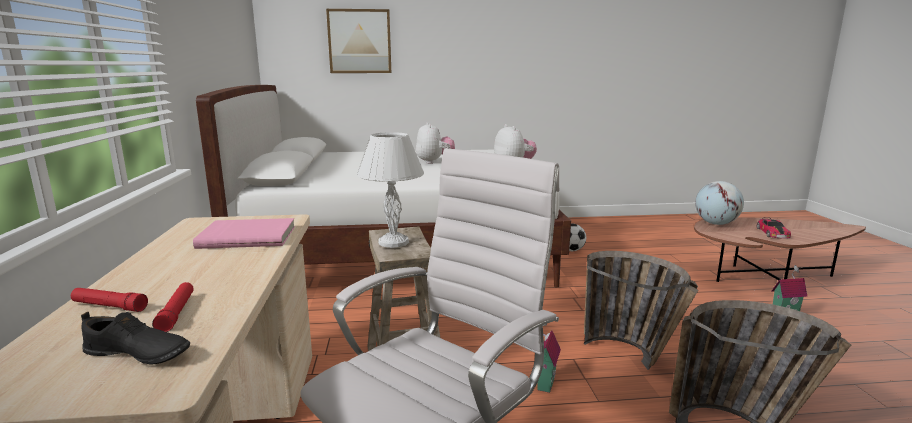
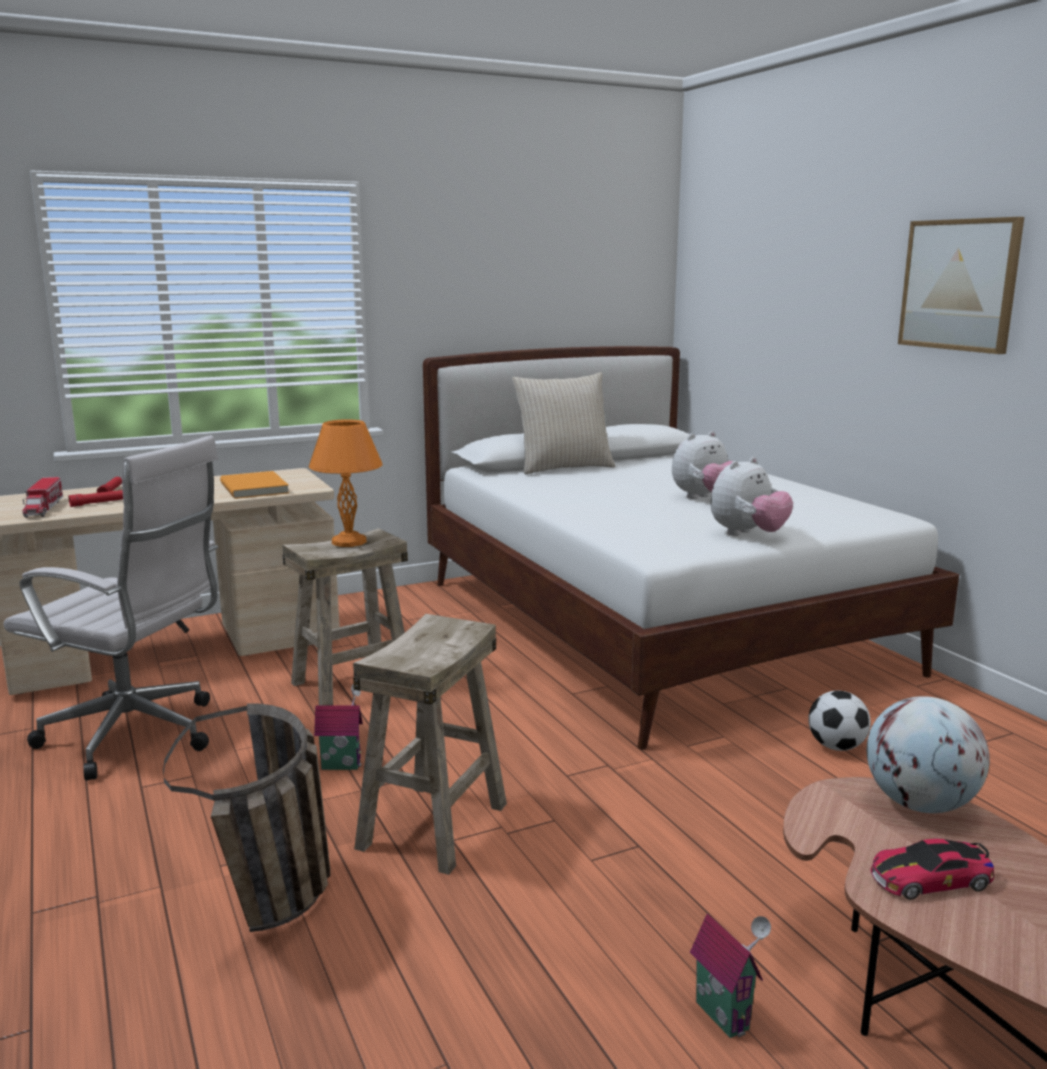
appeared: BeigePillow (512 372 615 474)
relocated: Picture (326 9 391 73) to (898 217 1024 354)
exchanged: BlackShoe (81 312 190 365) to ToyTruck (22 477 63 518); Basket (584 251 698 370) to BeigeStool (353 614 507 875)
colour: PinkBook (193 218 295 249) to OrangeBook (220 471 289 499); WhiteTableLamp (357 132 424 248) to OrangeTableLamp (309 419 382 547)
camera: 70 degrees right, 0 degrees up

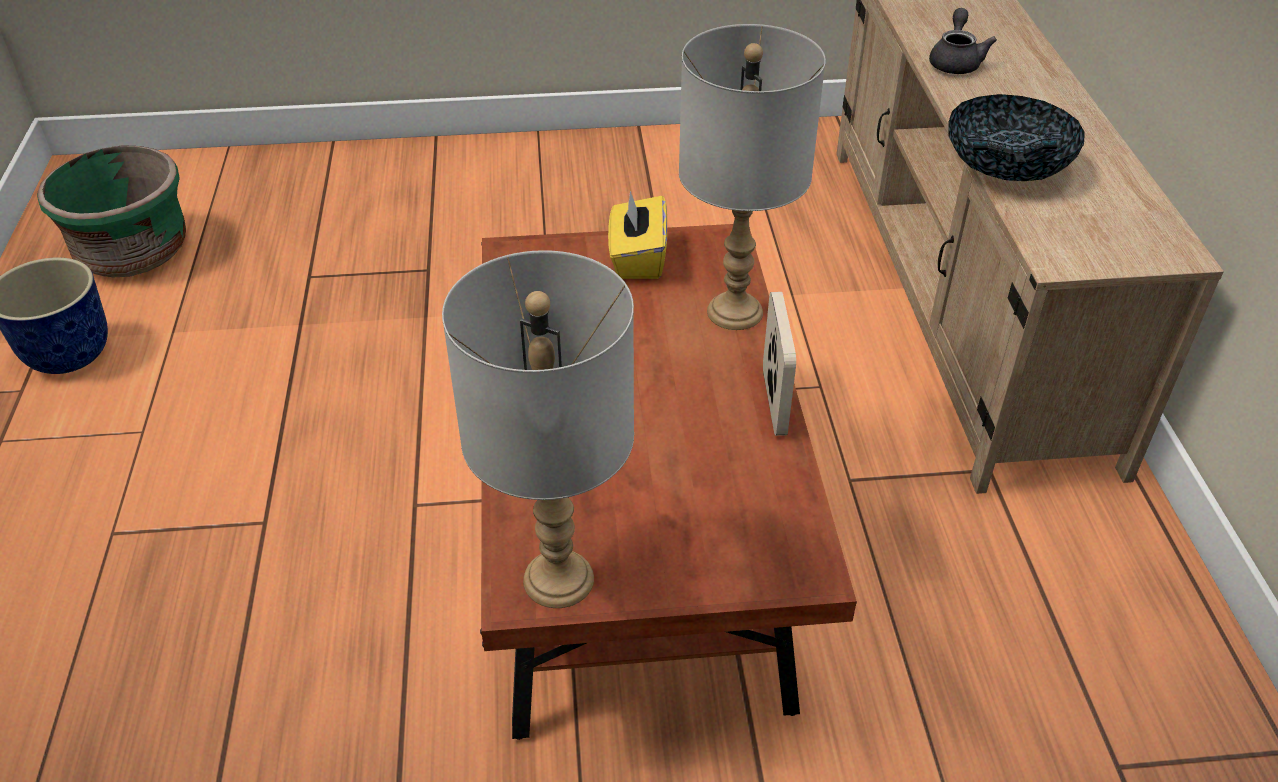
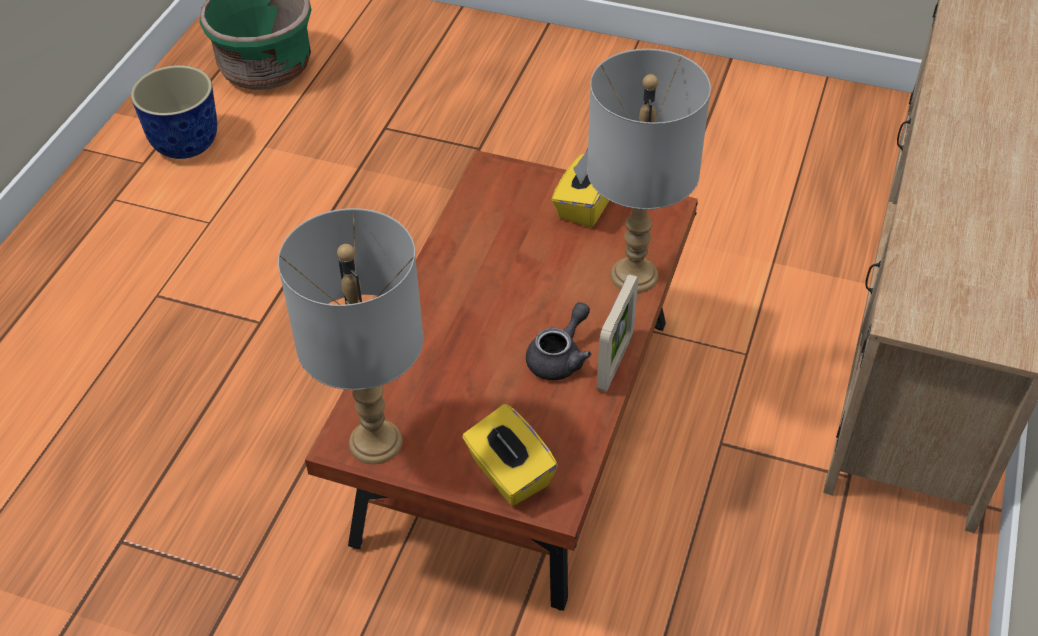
missing: Bowl (948 94 1085 181)
appeared: YellowTissueBox (462 404 558 506)
relocated: GreyTeapot (929 8 997 74) to (526 302 592 380)
camera: 25 degrees right, 5 degrees up

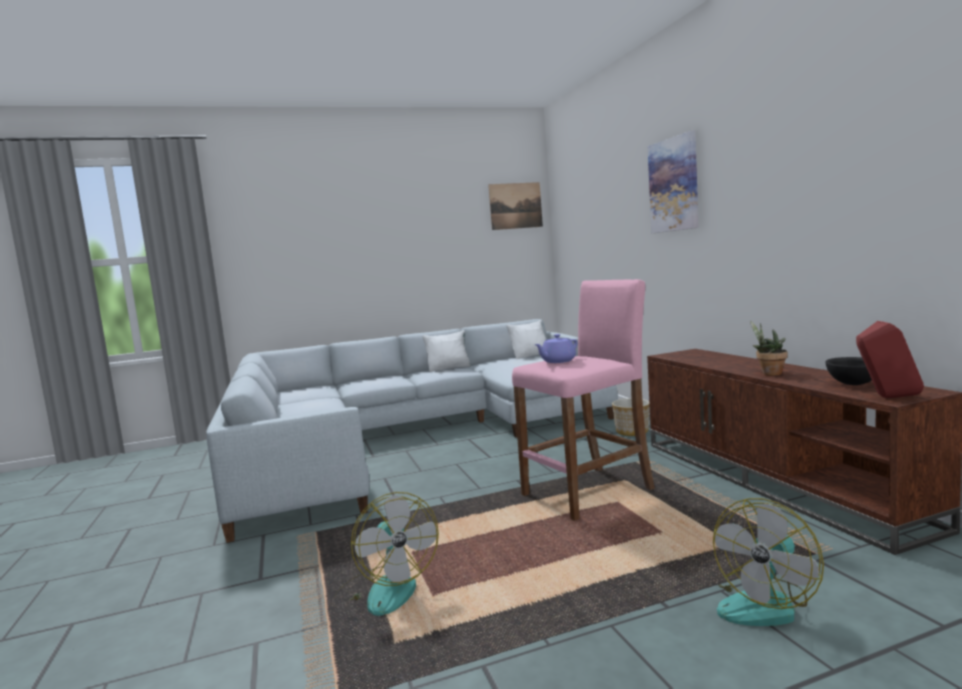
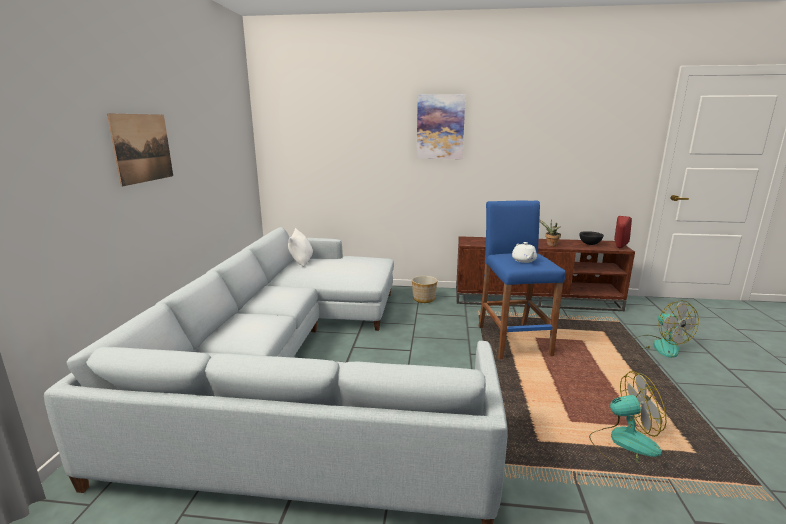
missing: WhitePillow (422 330 471 372)
relocated: Picture (488 182 543 230) to (107 113 173 187)
colour: PinkStool (512 279 655 521) to BlueStool (479 201 565 359); PurpleTeapot (534 334 578 363) to WhiteTeapot (512 242 537 263)
camera: 65 degrees left, 10 degrees up

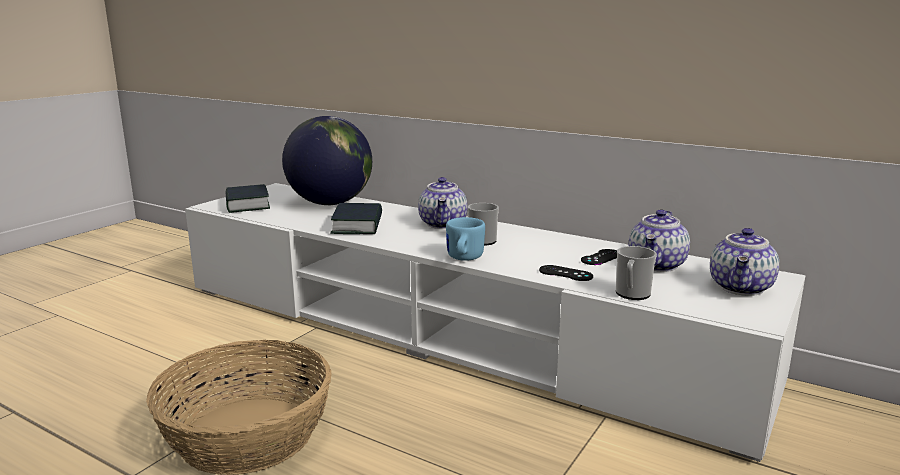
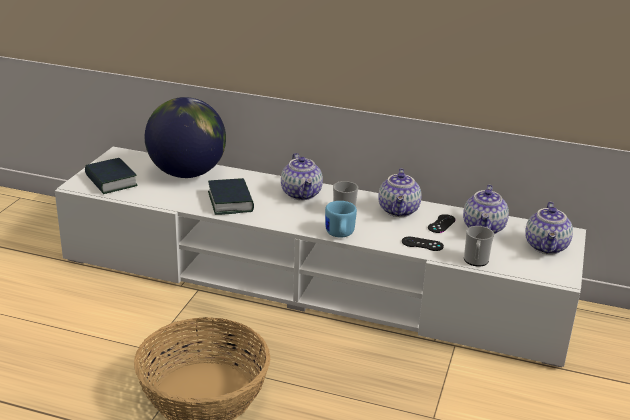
appeared: Teapot (378 168 422 217)
camera: 15 degrees left, 10 degrees up

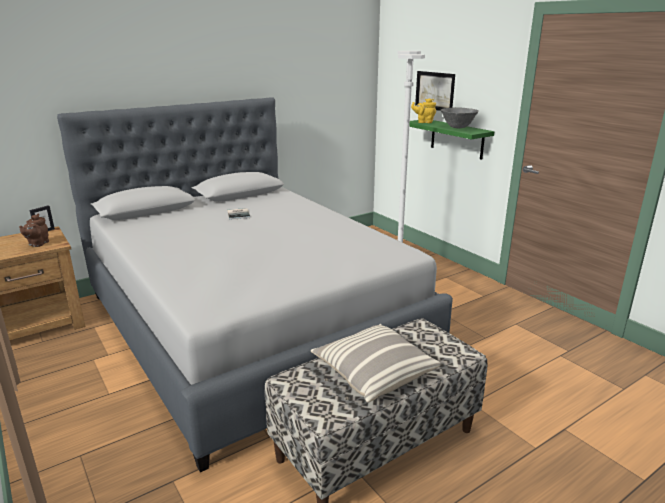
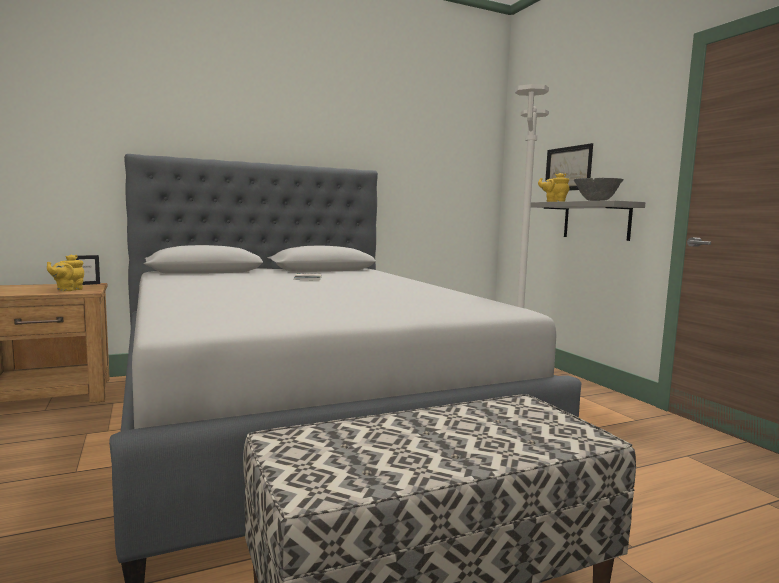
missing: Pillow (311 324 441 402)
colour: BrownTeapot (19 214 49 247) to YellowTeapot (47 255 84 291); GreenShelf (409 120 494 160) to GreyShelf (531 200 646 241)
camera: 10 degrees right, 15 degrees down

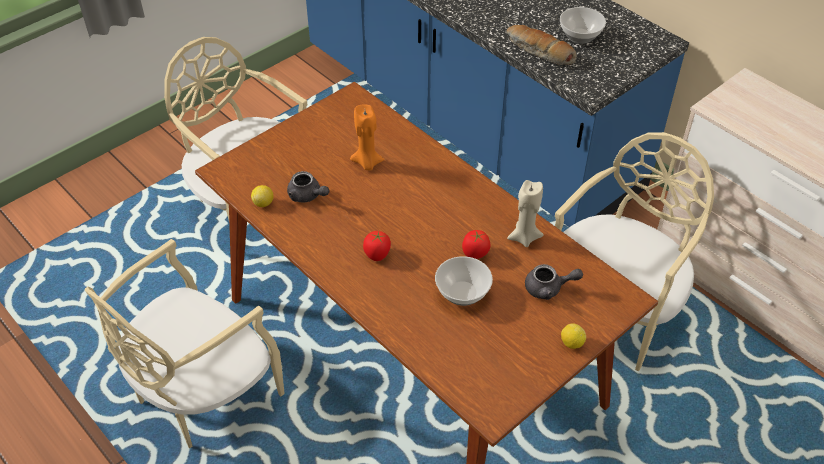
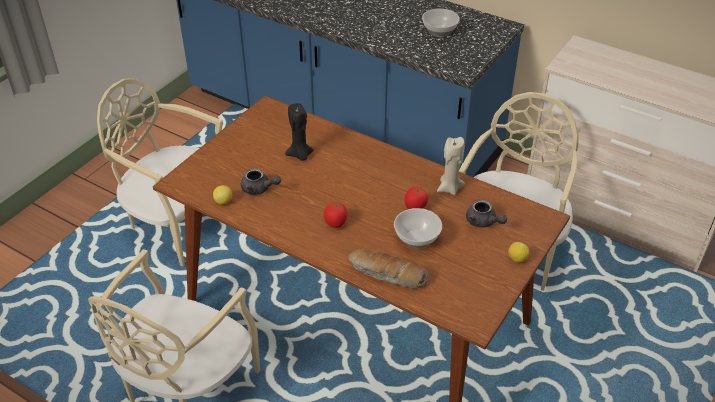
relocated: Bread (507 25 577 65) to (348 249 429 288)
colour: OrangeCandle (350 104 384 170) to BlackCandle (285 103 314 161)
spun: GreyTeapot (525 264 583 300) = (466 200 507 228) 60 degrees clockwise
camera: 15 degrees left, 5 degrees down

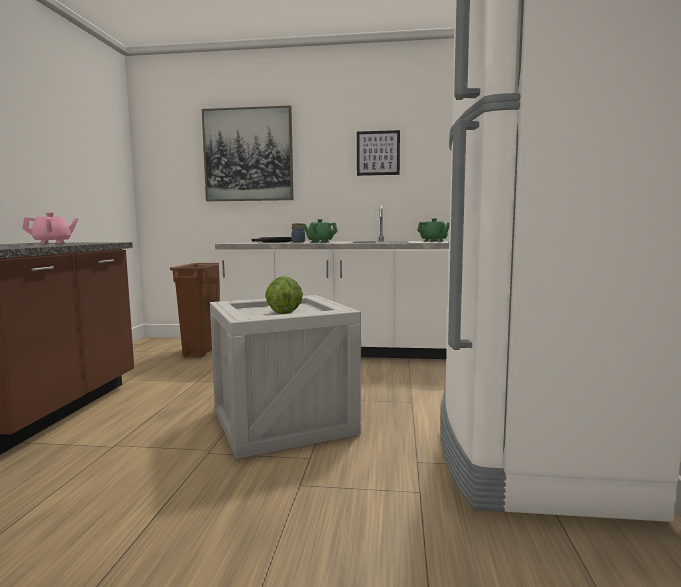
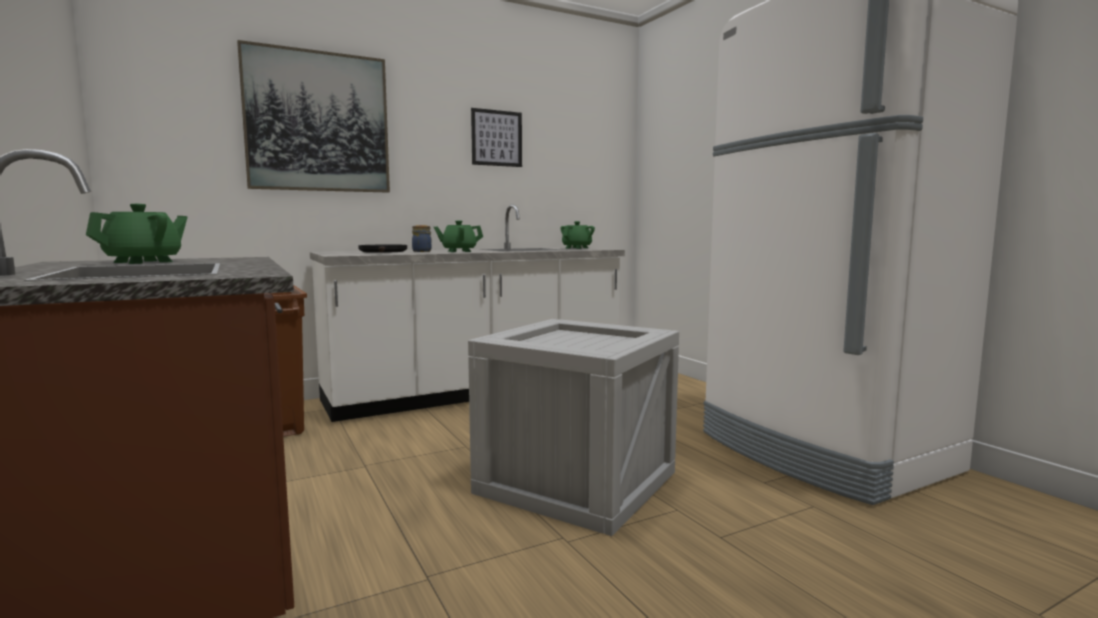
missing: Lettuce (265 276 303 314)
colour: PinkTeapot (22 212 79 244) to GreenTeapot (86 204 188 264)
camera: 35 degrees left, 0 degrees up

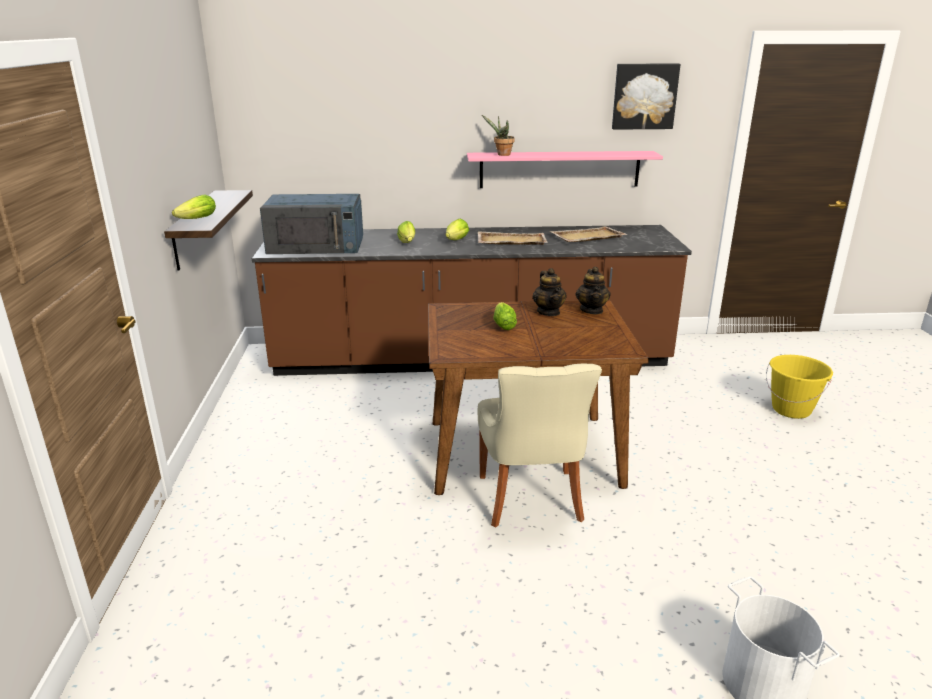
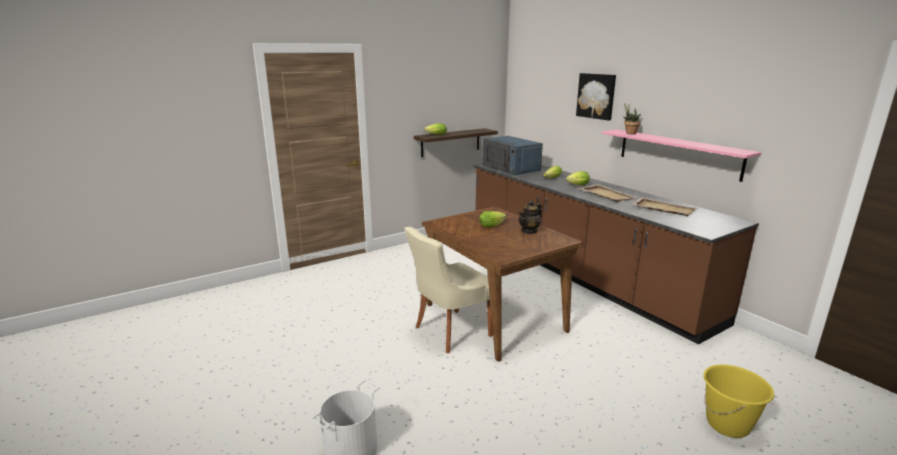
missing: Teapot (575 267 610 314)
relocated: Picture (612 64 680 130) to (576 73 616 120)
camera: 60 degrees right, 5 degrees down

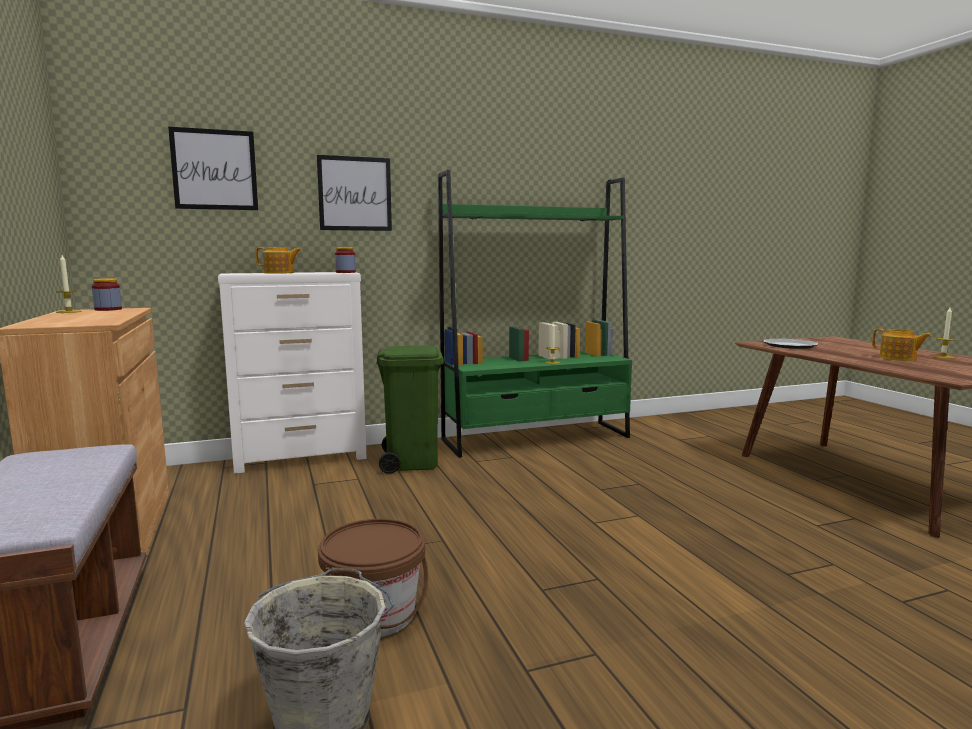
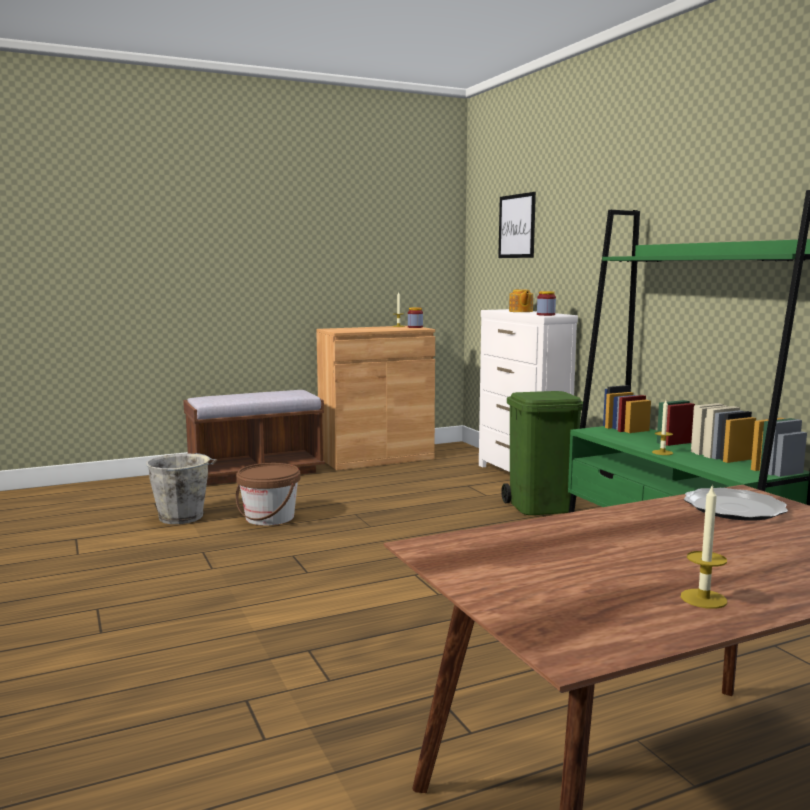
missing: Picture (317 155 392 231); Teapot (872 328 932 361)
camera: 85 degrees right, 0 degrees up

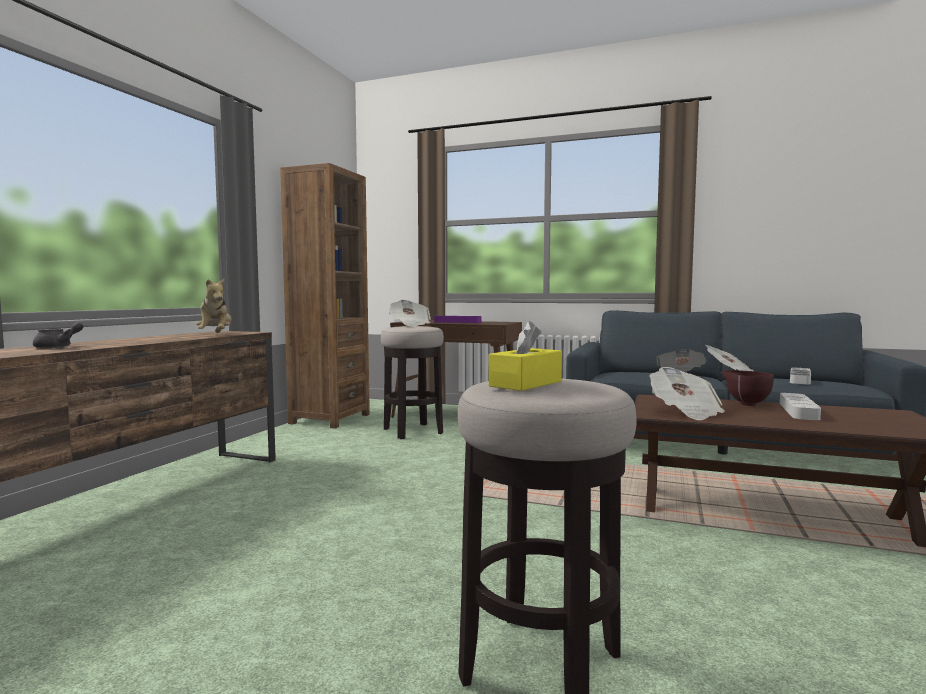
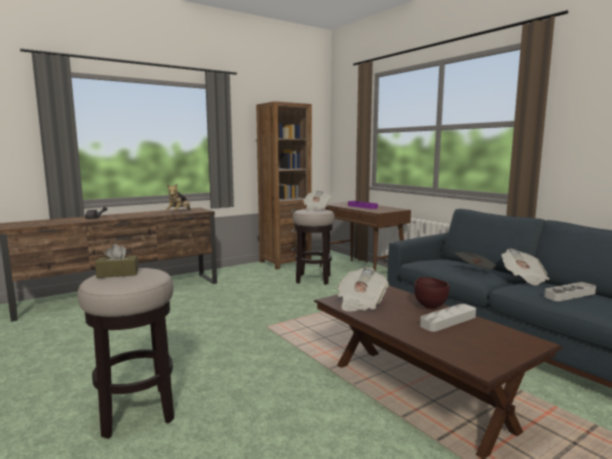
colour: YellowTissueBox (489 321 562 391) to BrownTissueBox (95 244 138 278)
camera: 35 degrees right, 5 degrees up

